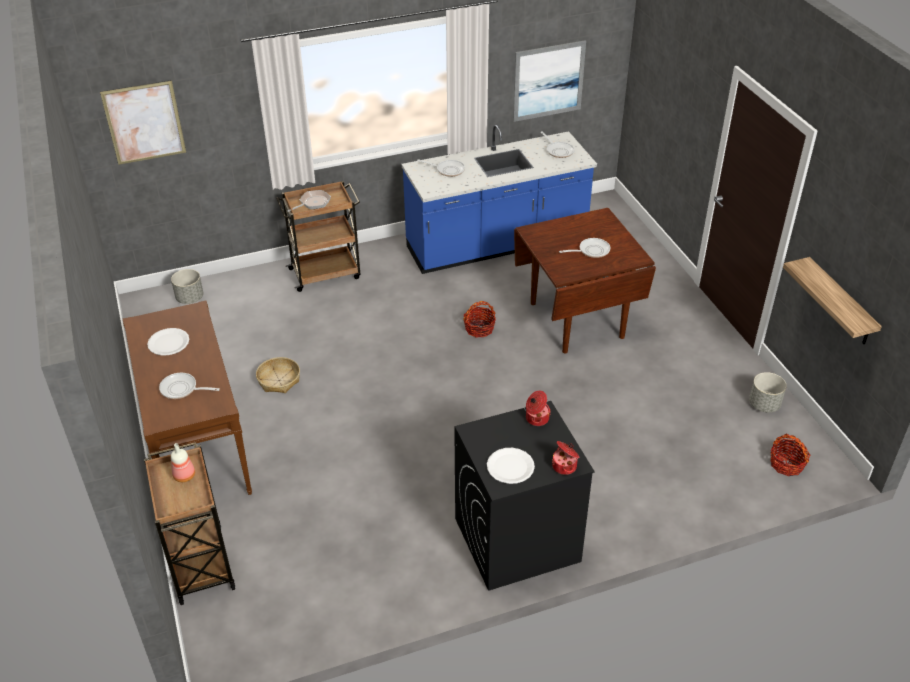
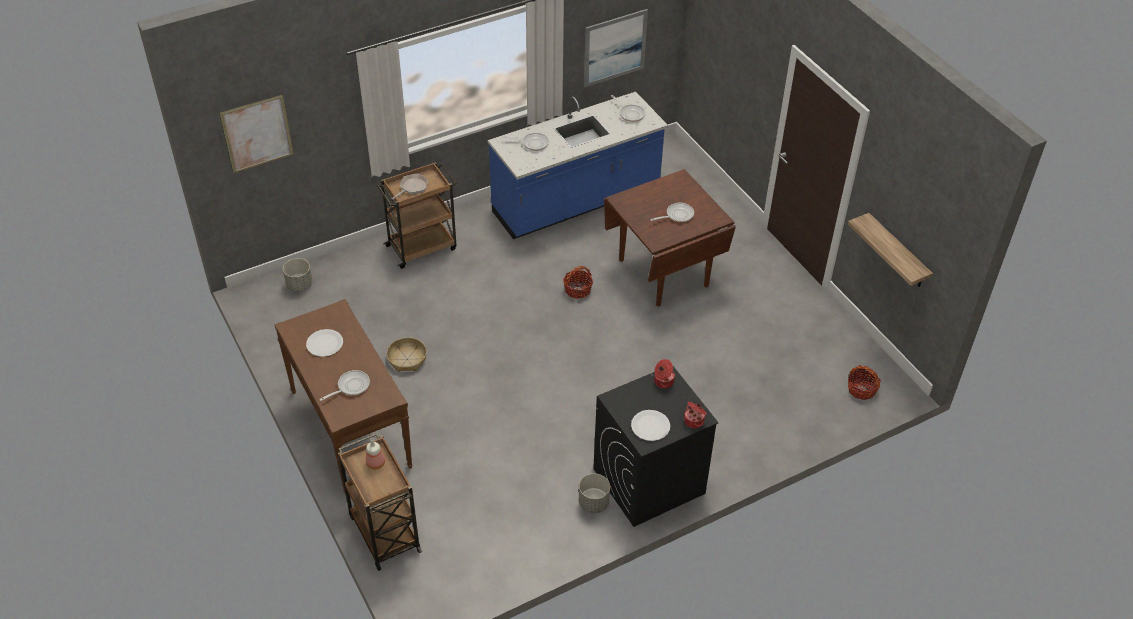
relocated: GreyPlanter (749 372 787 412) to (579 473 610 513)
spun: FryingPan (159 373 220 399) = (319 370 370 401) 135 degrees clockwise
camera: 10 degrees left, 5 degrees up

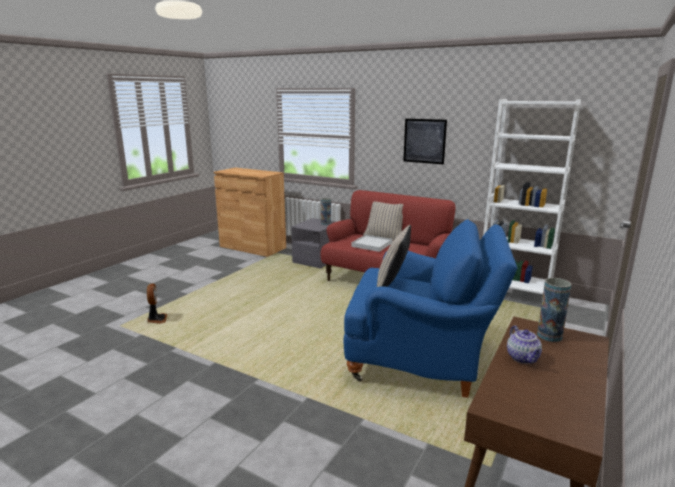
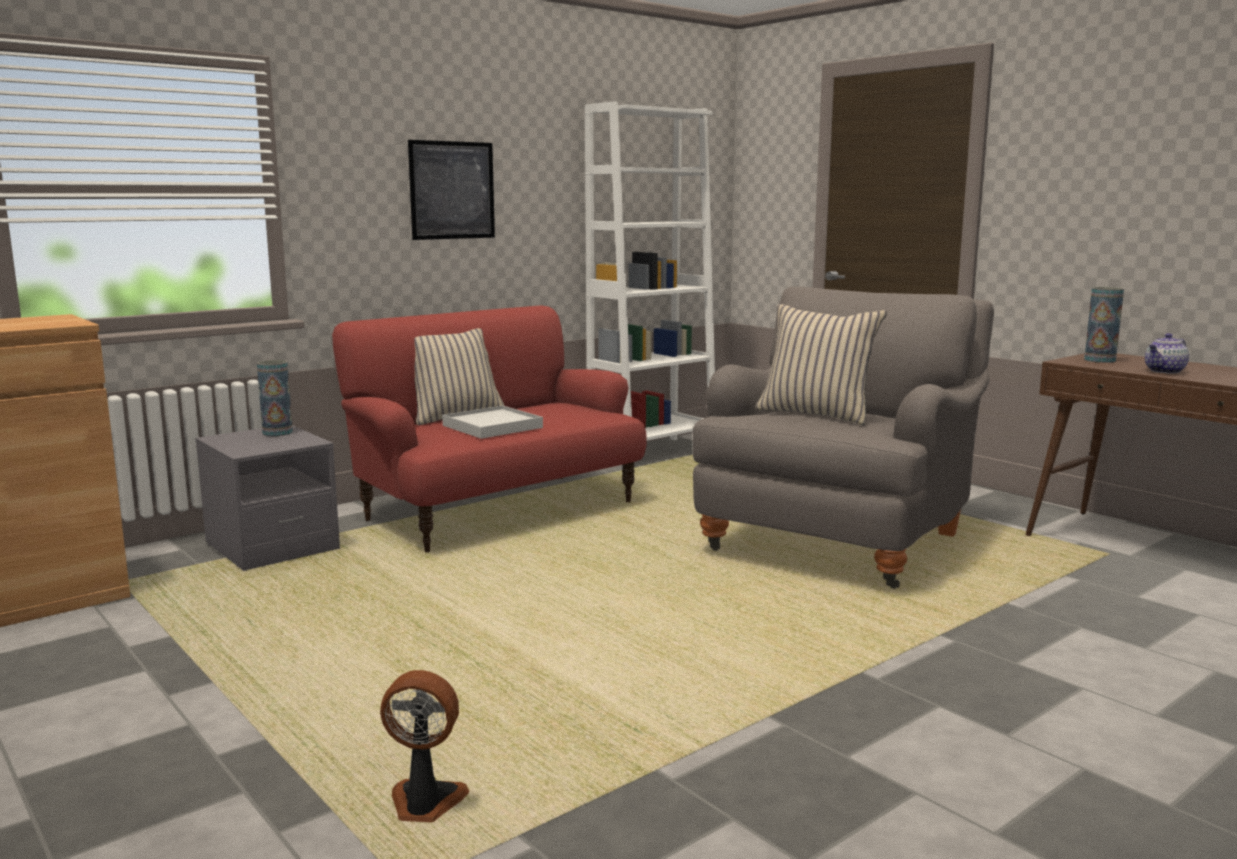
colour: BlueArmchair (343 219 517 398) to GreyArmchair (693 287 994 589)
spun: Teapot (507 325 542 364) = (1145 333 1189 374) 135 degrees clockwise
camera: 70 degrees left, 5 degrees down

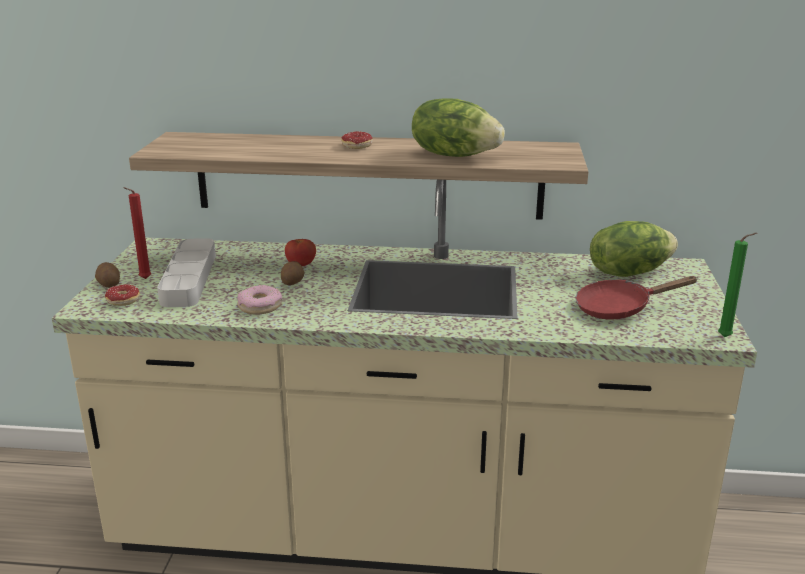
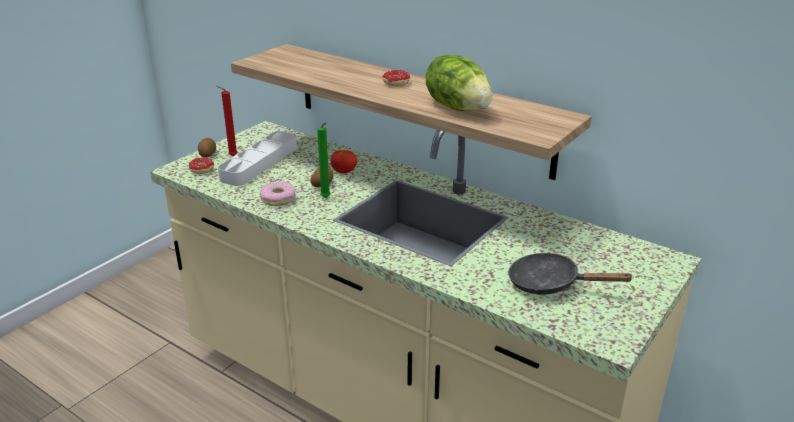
missing: Lettuce (590 221 678 277)
relocated: GreenCandle (718 233 757 337) to (317 123 331 198)
colour: RedFryingPan (576 276 698 319) to BlackFryingPan (508 252 634 295)
camera: 30 degrees right, 5 degrees up

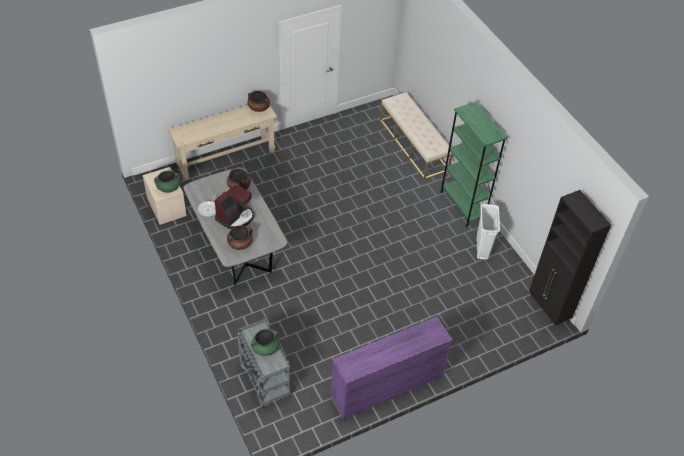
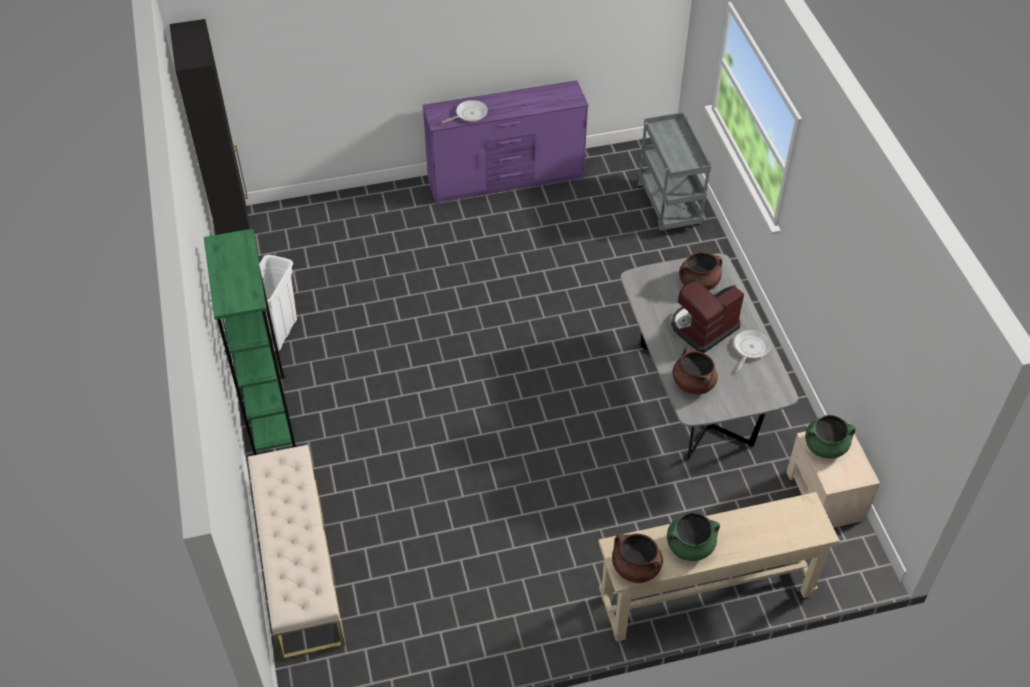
appeared: FryingPan (442 100 488 123)
relocated: GreenCookingPot (251 329 279 356) to (667 512 720 561)
camera: 165 degrees left, 0 degrees up

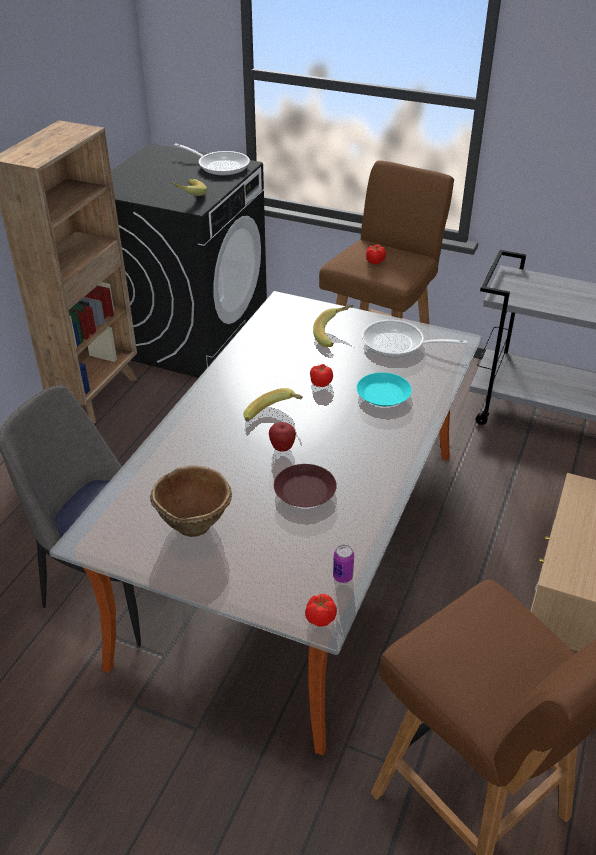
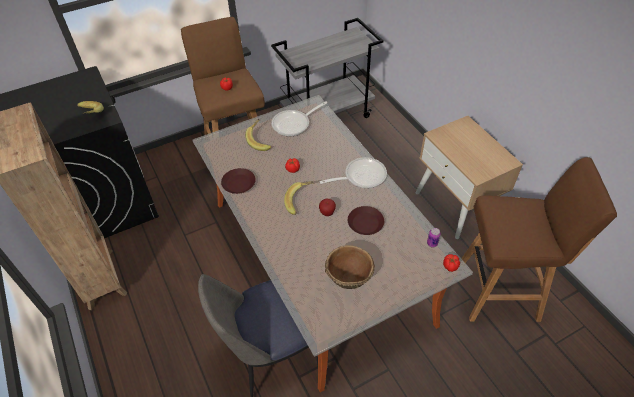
missing: TurquoisePlate (357 372 412 406)
appeared: BrownPlate (221 168 256 194)
relocated: FryingPan (174 143 250 175) to (319 157 387 189)
camera: 50 degrees left, 10 degrees up

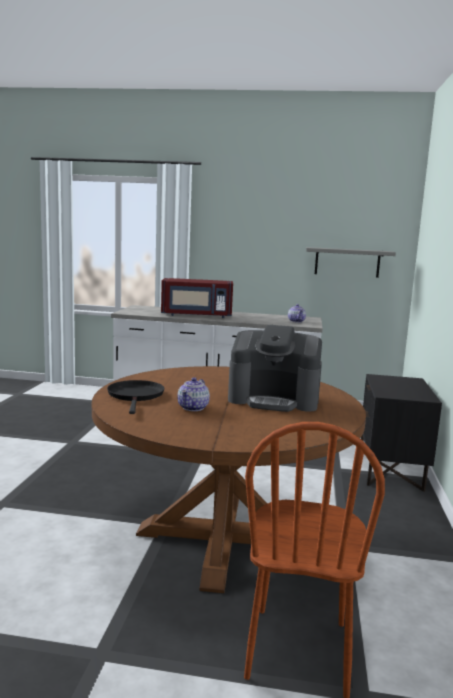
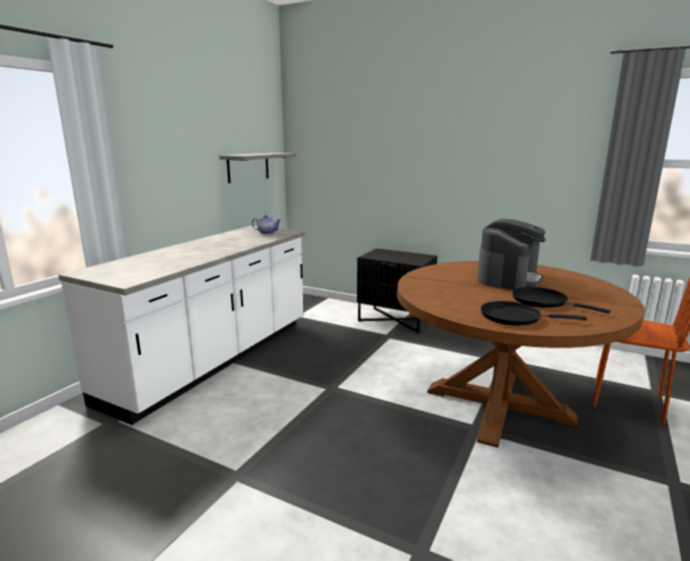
missing: RedMicrowave (161 278 233 318)
exchanged: Teapot (178 378 210 411) to BlackFryingPan (512 287 611 314)
camera: 70 degrees left, 5 degrees up

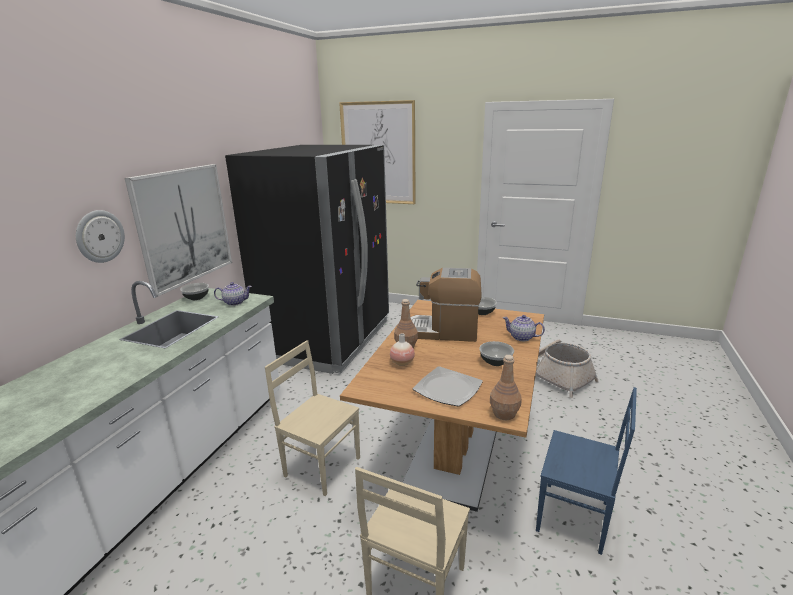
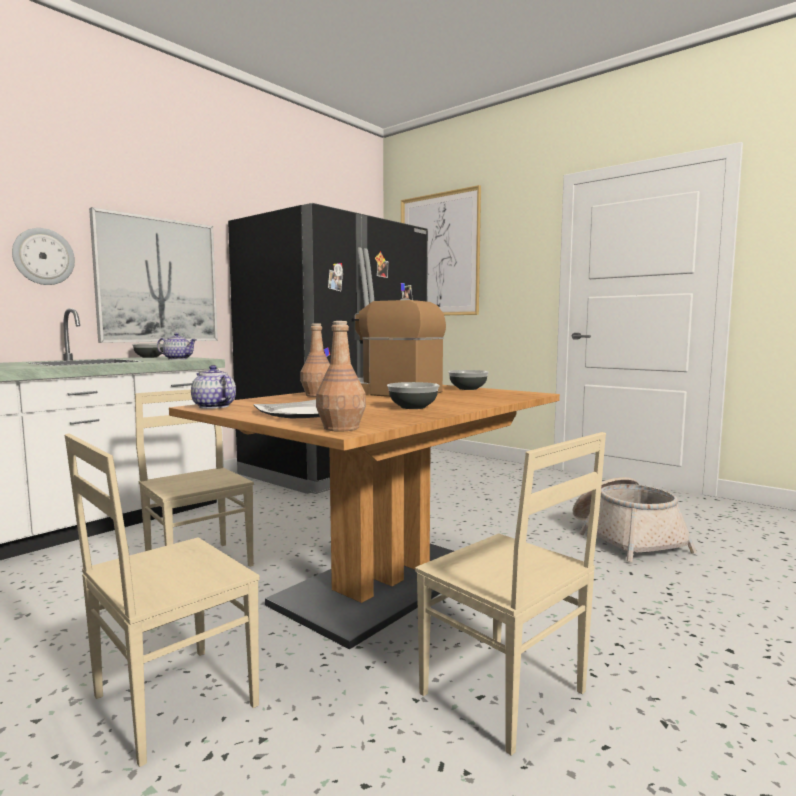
missing: Vase (390 333 415 366)
relocated: Teapot (503 315 545 341) to (191 365 236 409)
colour: BlueChair (536 387 637 555) to BeigeChair (415 432 606 756)
camera: 20 degrees right, 15 degrees down

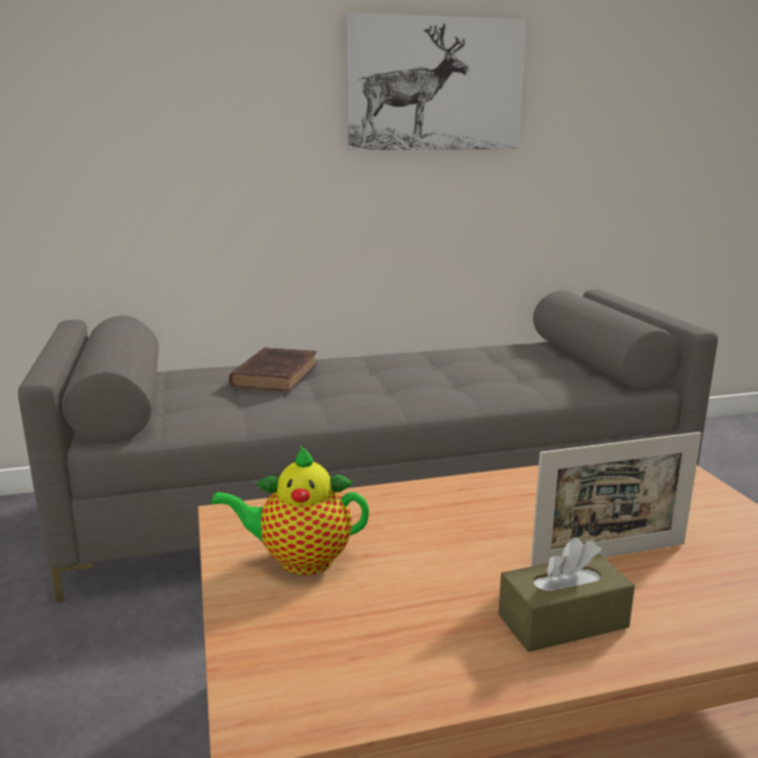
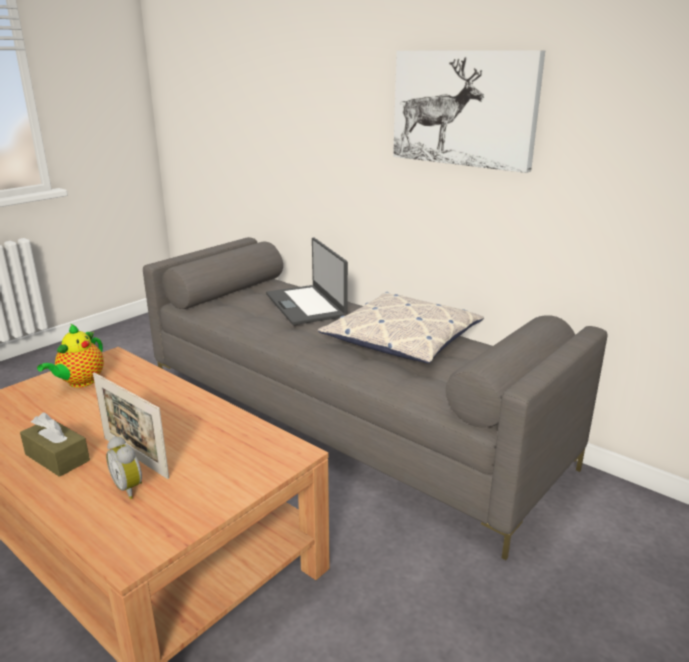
appeared: AlarmClock (106 436 142 499); Pillow (318 292 484 364)
exchanged: BrownBook (229 347 318 392) to Laptop (266 238 348 325)
spun: Teapot (210 445 369 575) = (37 324 104 388) 120 degrees counterclockwise
camera: 55 degrees right, 5 degrees up

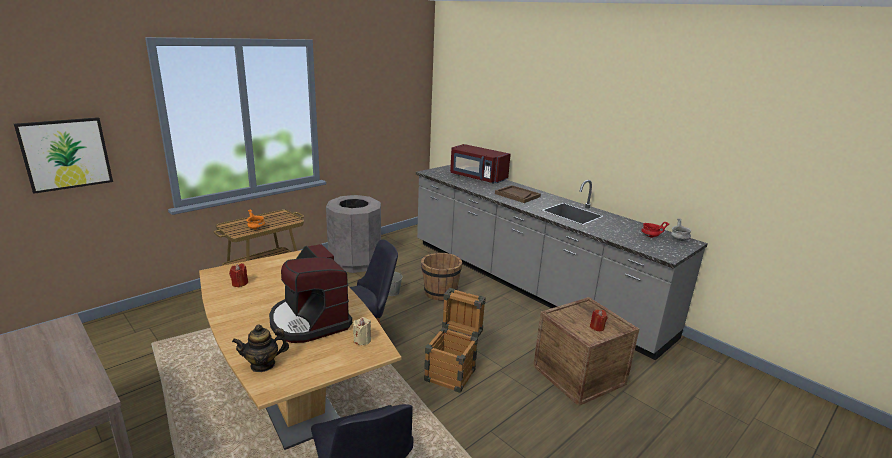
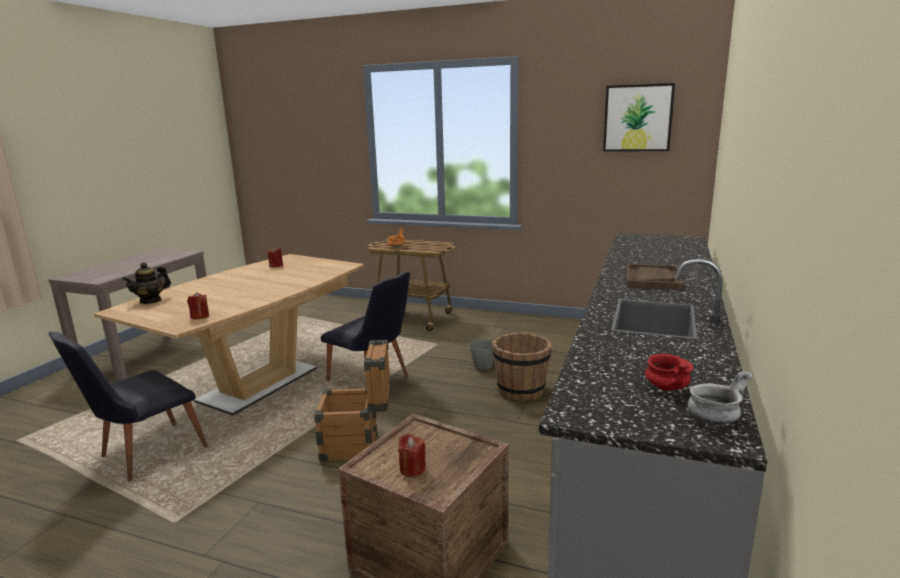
missing: CoffeeMachine (269 244 352 343); GreyTrashCan (326 195 381 273); RedMicrowave (450 144 511 184)
relocated: Picture (14 117 113 194) to (603 83 675 151)
colour: BeigeCandle (353 317 371 345) to RedCandle (187 292 209 319)
spun: Teapot (232 325 289 372) = (122 262 171 304) 90 degrees counterclockwise
camera: 65 degrees right, 5 degrees down

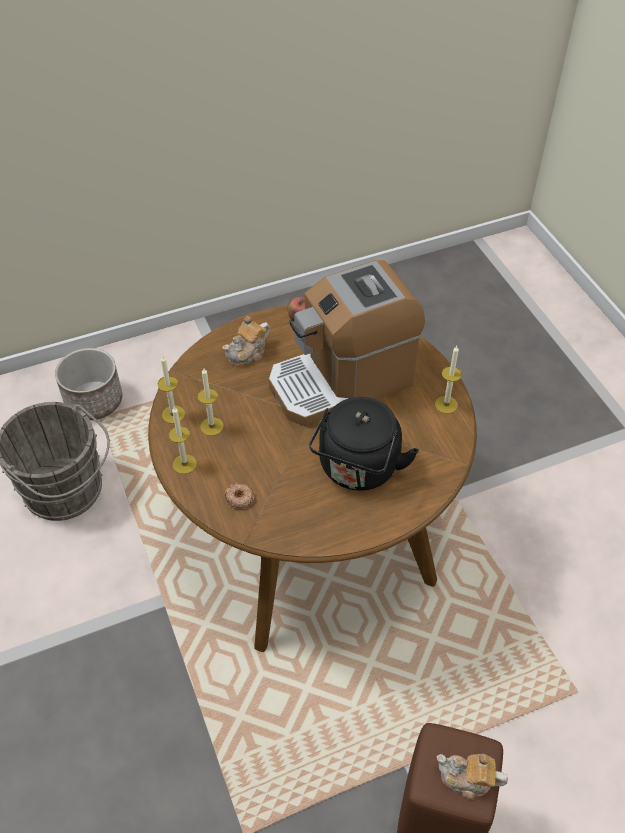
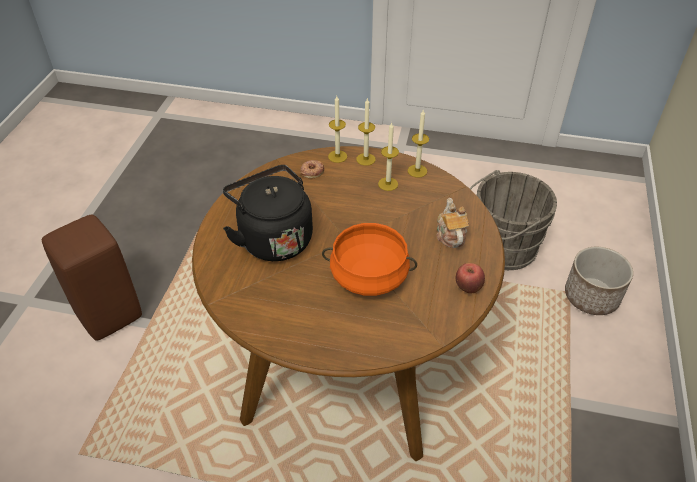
missing: Teapot (437 754 508 800)
relocated: Candle (435 346 462 414) to (328 96 347 163)
exchanged: CoffeeMachine (268 260 425 427) to OrangeCookingPot (322 223 417 296)
camera: 125 degrees right, 5 degrees down

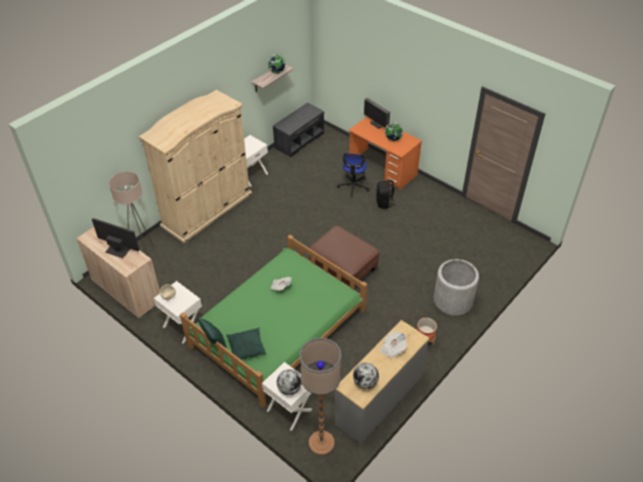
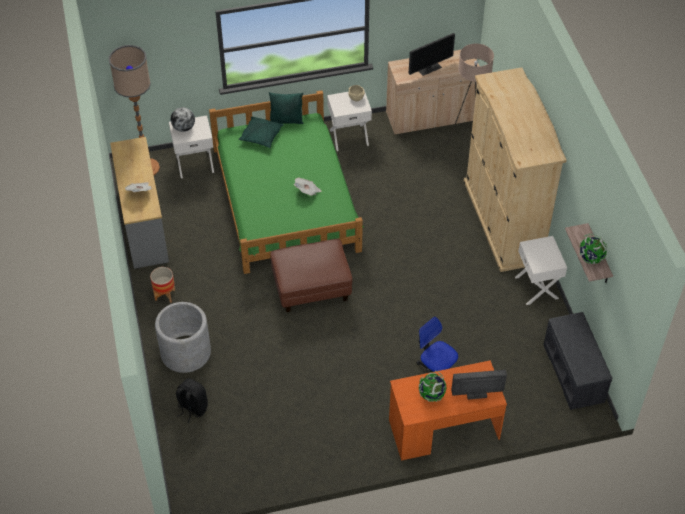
missing: Globe (353 363 379 389)
relocated: BlackBackpack (376 180 394 209) to (176 378 208 423)
camera: 125 degrees right, 5 degrees up

